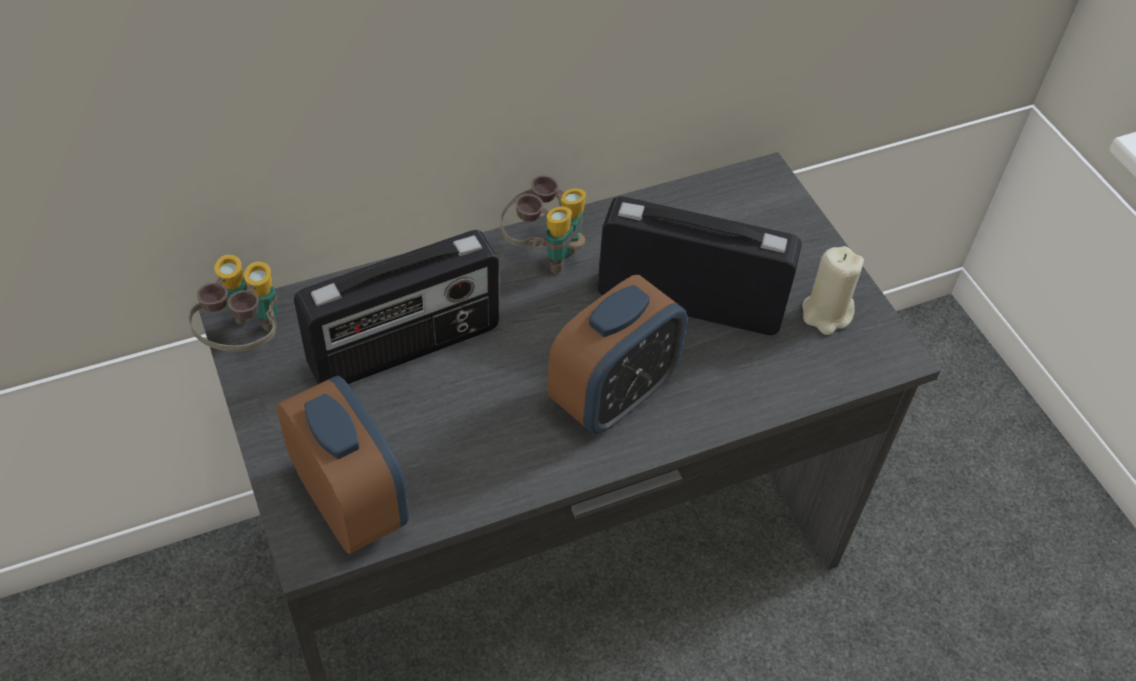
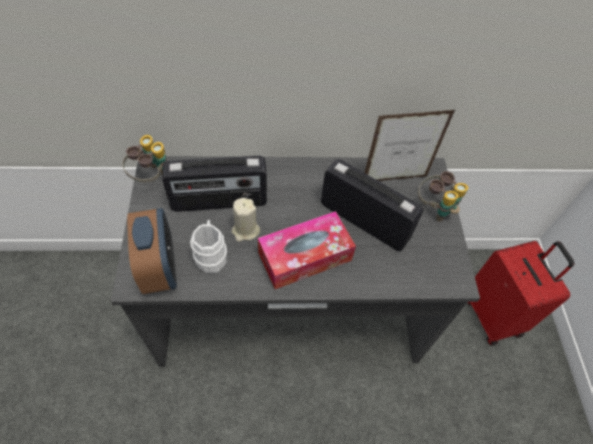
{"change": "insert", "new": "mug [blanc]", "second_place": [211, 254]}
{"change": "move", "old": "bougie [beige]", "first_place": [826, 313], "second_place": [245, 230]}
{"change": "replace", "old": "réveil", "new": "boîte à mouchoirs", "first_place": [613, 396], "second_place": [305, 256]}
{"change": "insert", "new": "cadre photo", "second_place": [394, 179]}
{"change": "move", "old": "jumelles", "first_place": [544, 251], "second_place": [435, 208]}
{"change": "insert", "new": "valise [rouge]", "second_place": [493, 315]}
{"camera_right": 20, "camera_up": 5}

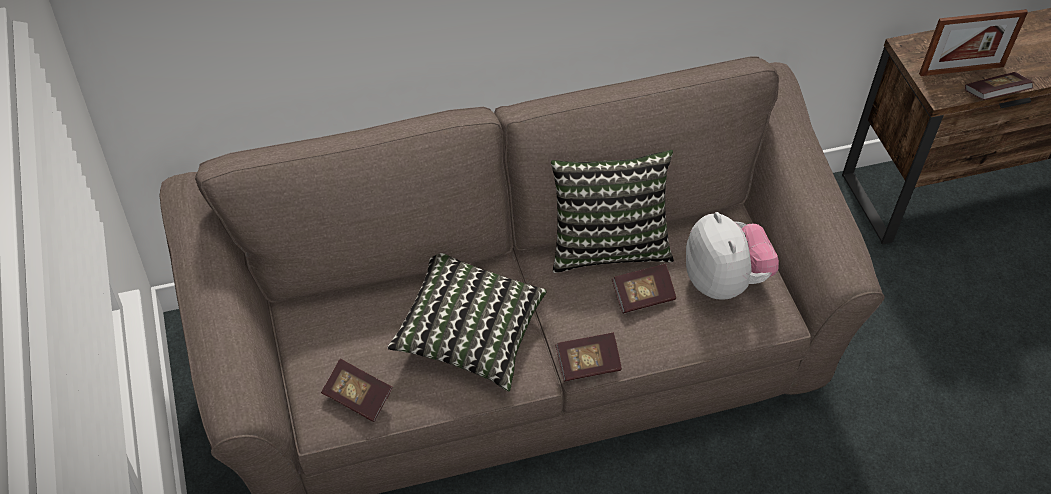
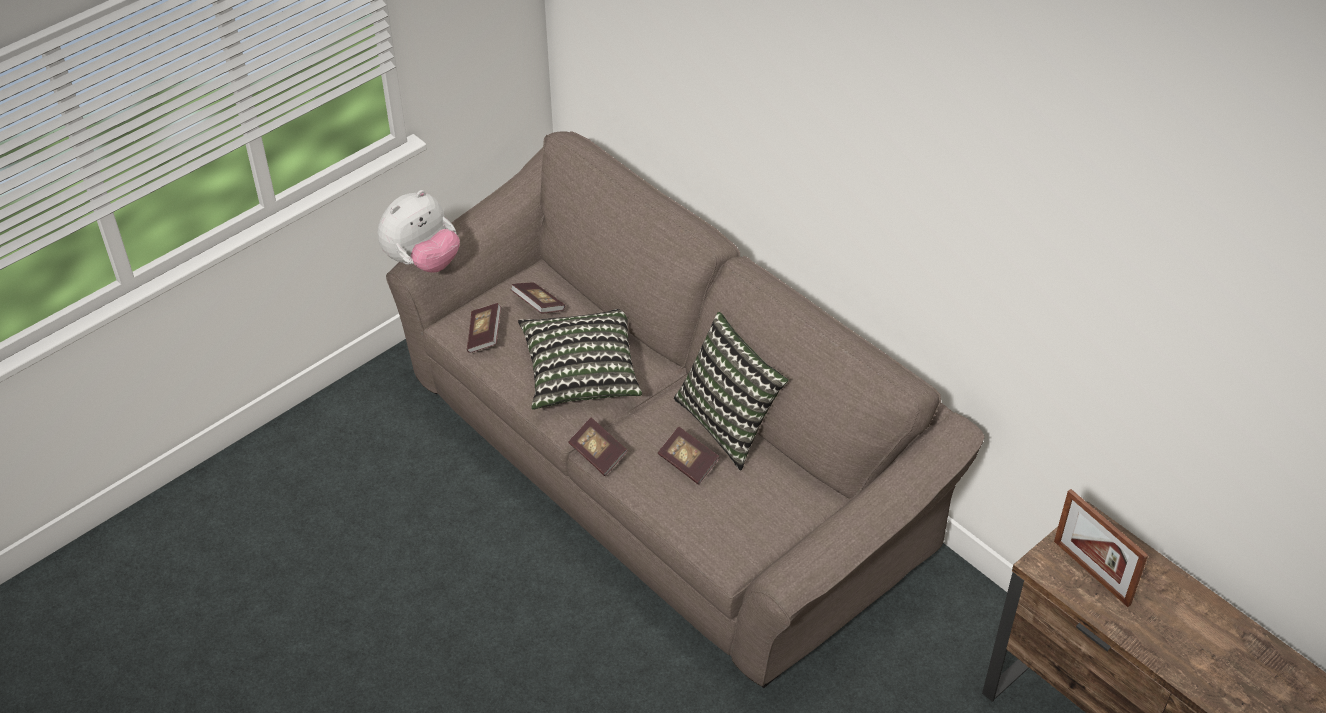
{"change": "move", "old": "peluche", "first_place": [724, 281], "second_place": [422, 261]}
{"change": "move", "old": "livre", "first_place": [995, 95], "second_place": [538, 305]}
{"camera_right": 65, "camera_up": -5}

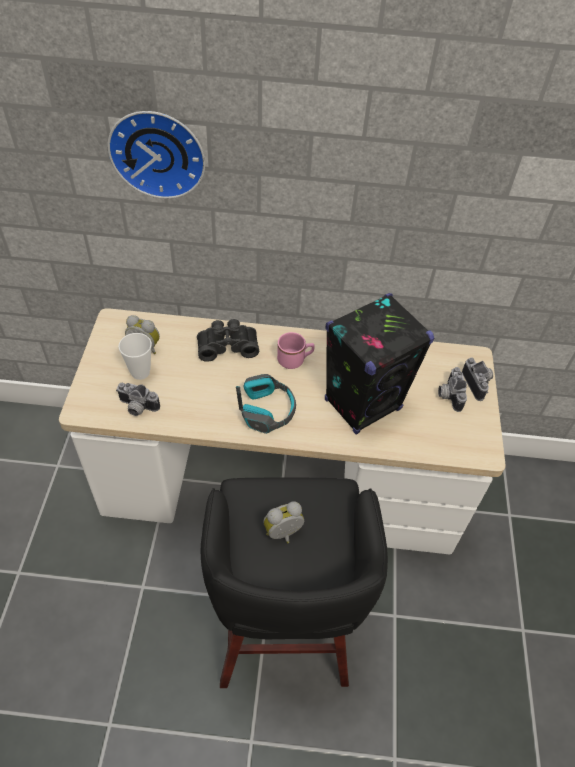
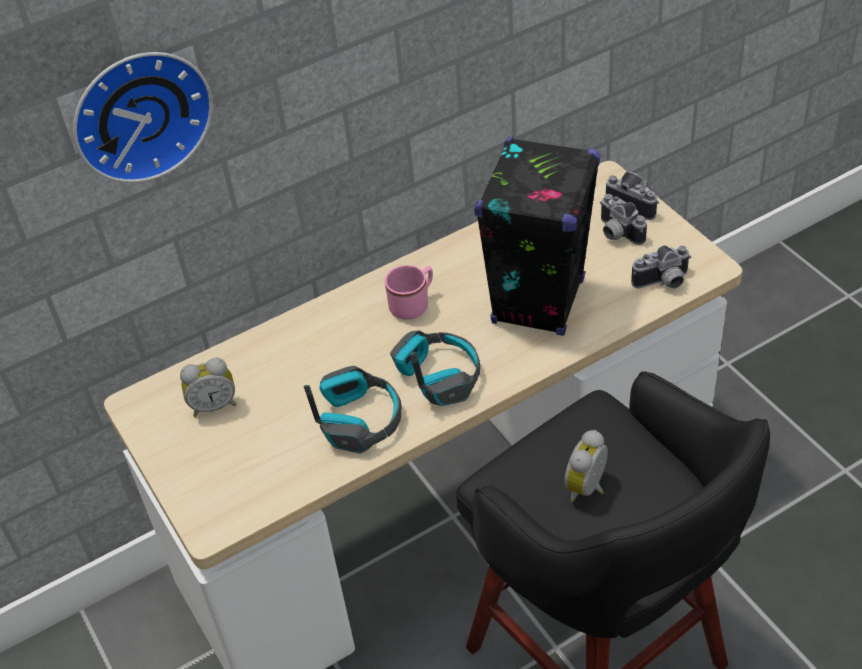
{"change": "insert", "new": "casque audio", "second_place": [359, 419]}
{"change": "move", "old": "appareil photo", "first_place": [137, 408], "second_place": [663, 283]}
{"change": "delete", "old": "tasse", "first_place": [140, 372]}
{"change": "delete", "old": "jumelles [noir]", "first_place": [227, 345]}
{"camera_right": -30, "camera_up": -5}

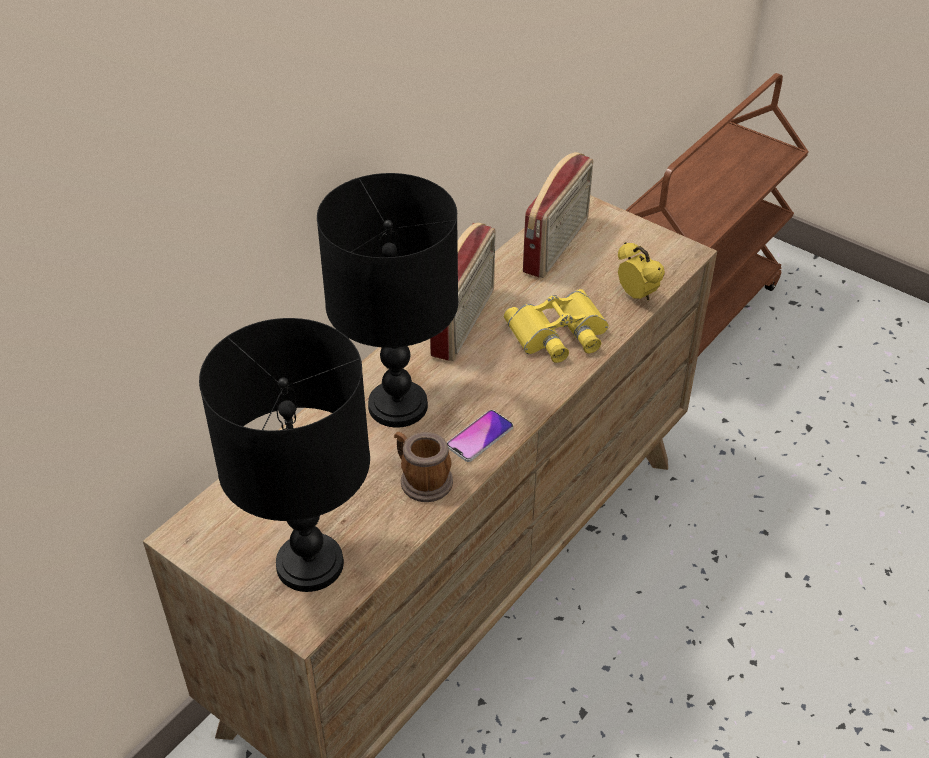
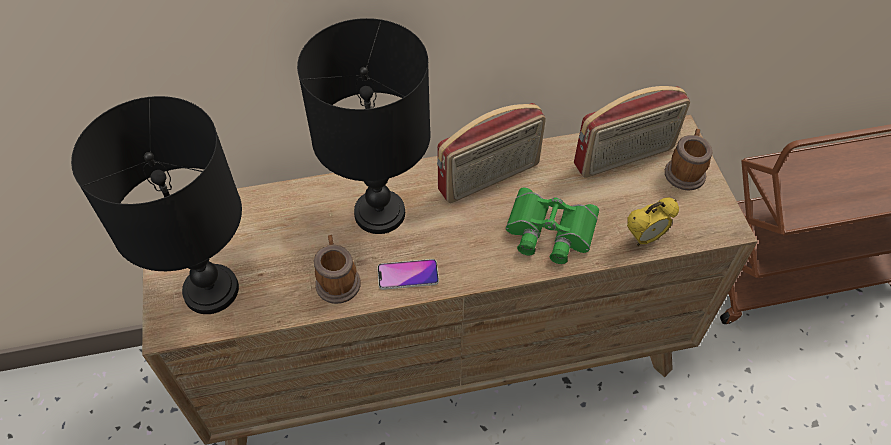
{"change": "recolor", "old": "jumelles [jaune]", "new": "jumelles [vert]", "first_place": [559, 334], "second_place": [549, 232]}
{"change": "rotate", "old": "réveil", "first_place": [636, 295], "second_place": [644, 238], "degrees": 60}
{"change": "insert", "new": "mug", "second_place": [685, 171]}
{"camera_right": 40, "camera_up": 10}

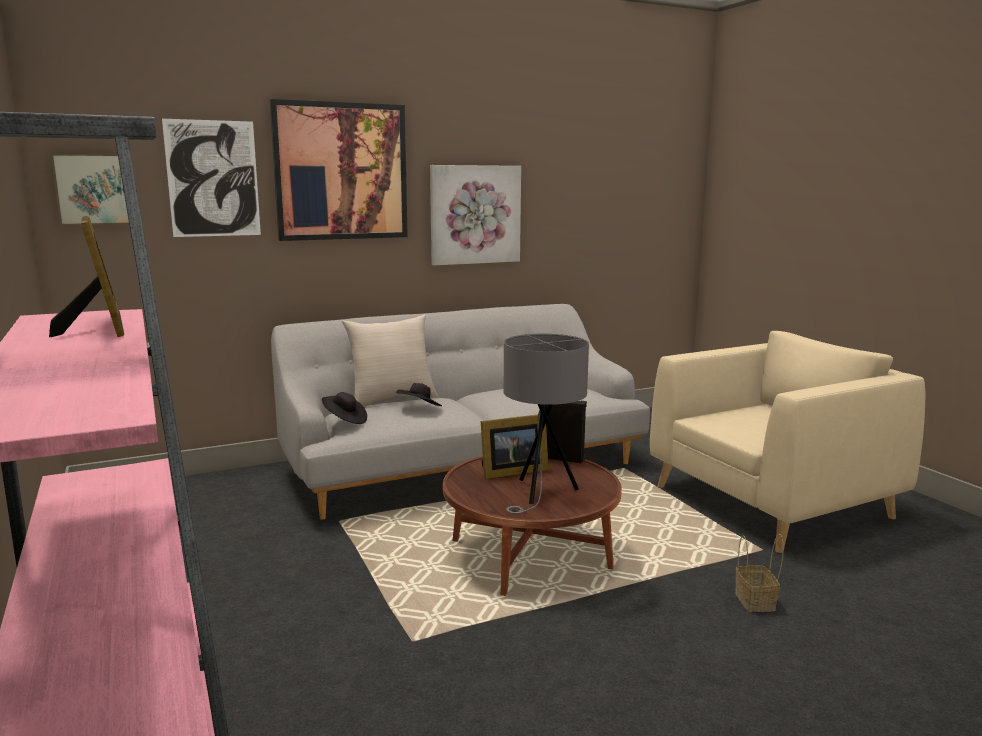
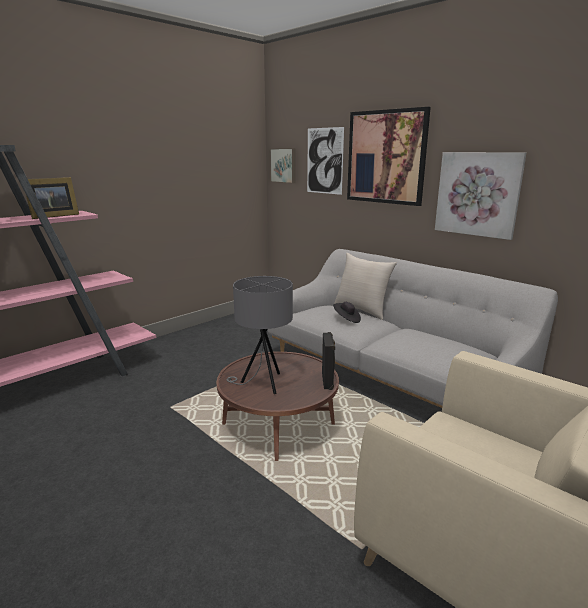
{"change": "delete", "old": "chapeau [noir]", "first_place": [345, 420]}
{"change": "delete", "old": "cadre photo", "first_place": [511, 472]}
{"change": "delete", "old": "panier", "first_place": [756, 602]}
{"camera_right": 70, "camera_up": 5}

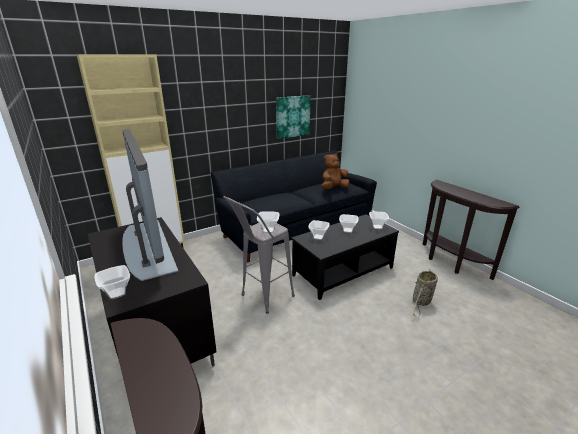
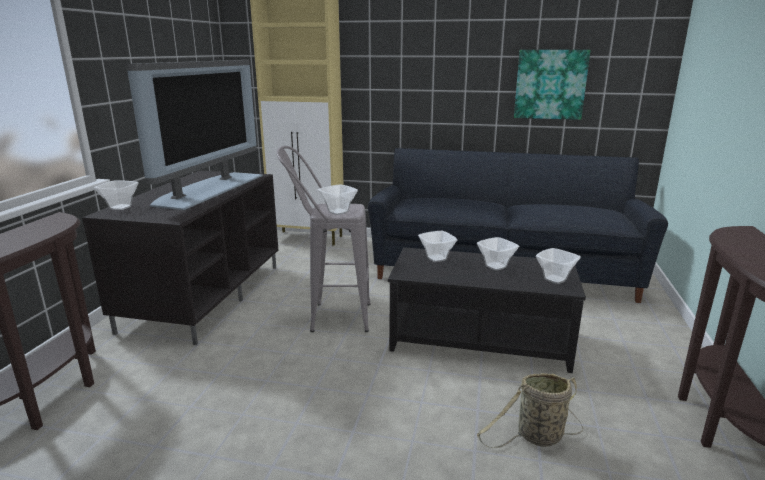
{"change": "delete", "old": "peluche [marron]", "first_place": [333, 188]}
{"camera_right": 45, "camera_up": -5}

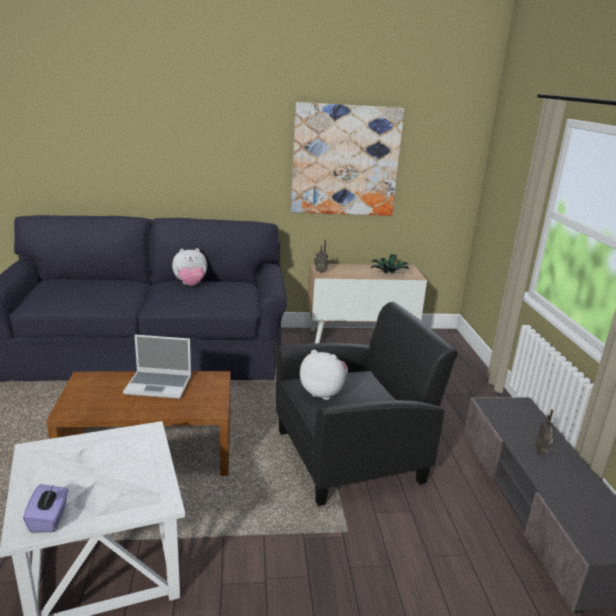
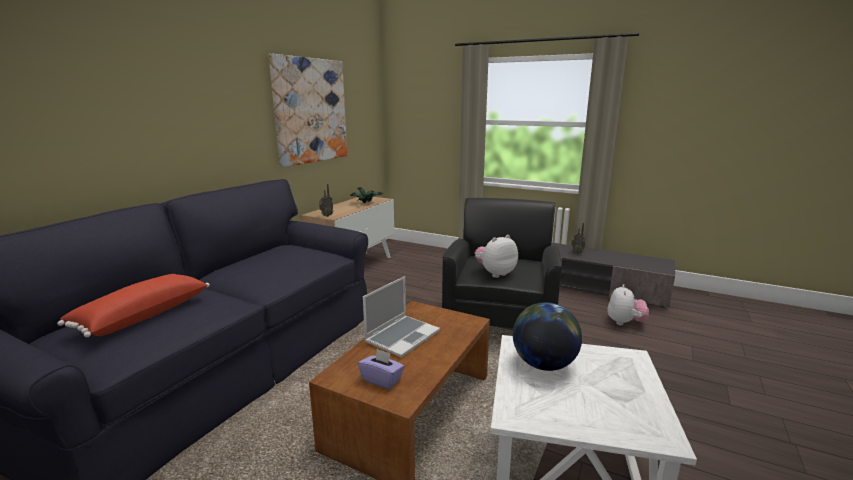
{"change": "insert", "new": "coussin [rouge]", "second_place": [142, 315]}
{"change": "move", "old": "boîte à mouchoirs [violet]", "first_place": [49, 519], "second_place": [382, 380]}
{"change": "insert", "new": "globe", "second_place": [543, 364]}
{"change": "move", "old": "peluche", "first_place": [190, 285], "second_place": [625, 322]}
{"camera_right": -55, "camera_up": -5}

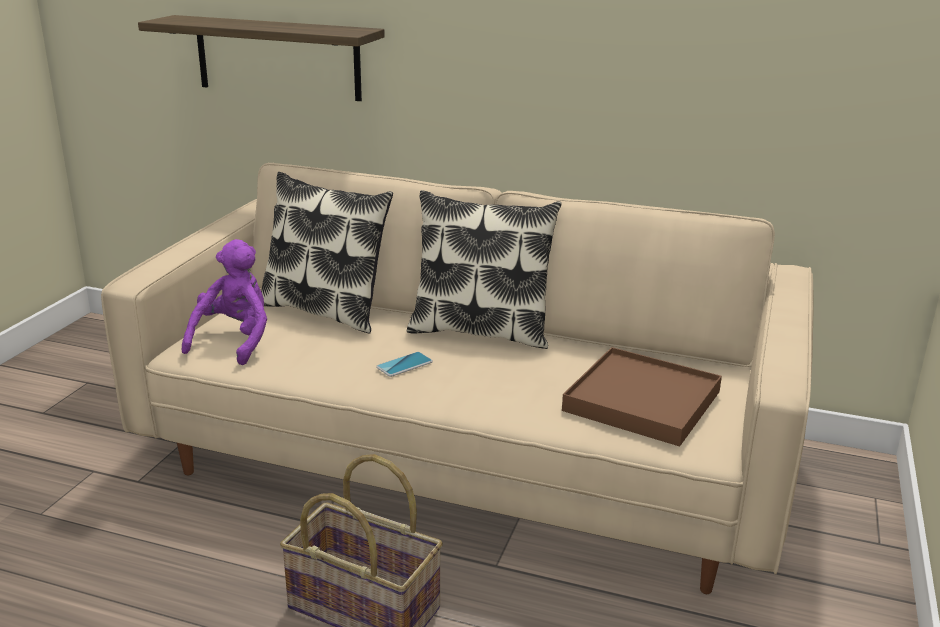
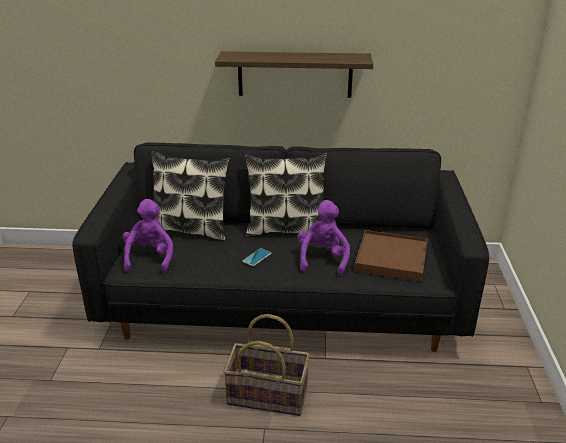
{"change": "recolor", "old": "canapé [beige]", "new": "canapé [noir]", "first_place": [467, 459], "second_place": [283, 300]}
{"change": "move", "old": "étagère", "first_place": [277, 58], "second_place": [295, 74]}
{"change": "insert", "new": "peluche [violet]", "second_place": [323, 259]}
{"camera_right": -15, "camera_up": 5}

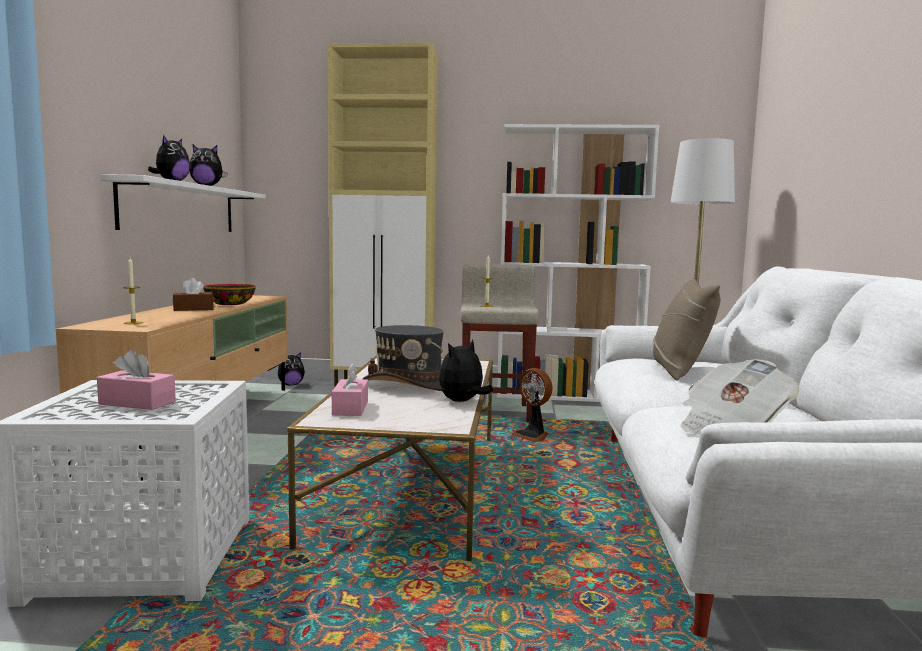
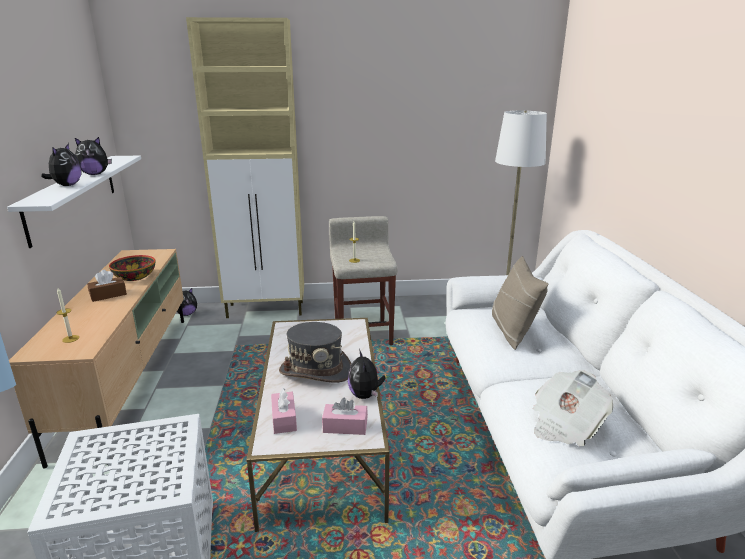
{"change": "move", "old": "boîte à mouchoirs [rose]", "first_place": [137, 403], "second_place": [345, 426]}
{"change": "rotate", "old": "peluche", "first_place": [462, 402], "second_place": [365, 395], "degrees": -45}
{"change": "delete", "old": "bibliothèque [blanc]", "first_place": [568, 395]}
{"change": "delete", "old": "ventilateur", "first_place": [532, 436]}
{"camera_right": -10, "camera_up": 15}

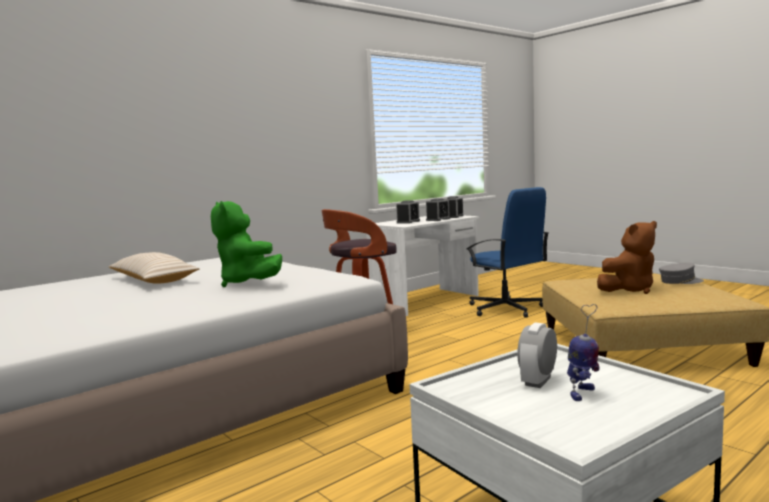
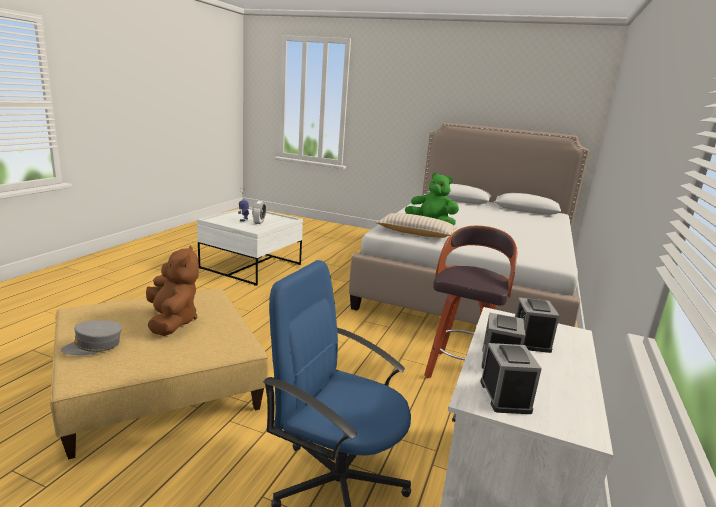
{"change": "rotate", "old": "peluche [marron]", "first_place": [629, 290], "second_place": [172, 322], "degrees": 120}
{"change": "move", "old": "coussin [beige]", "first_place": [153, 280], "second_place": [415, 233]}
{"camera_right": 150, "camera_up": 10}

